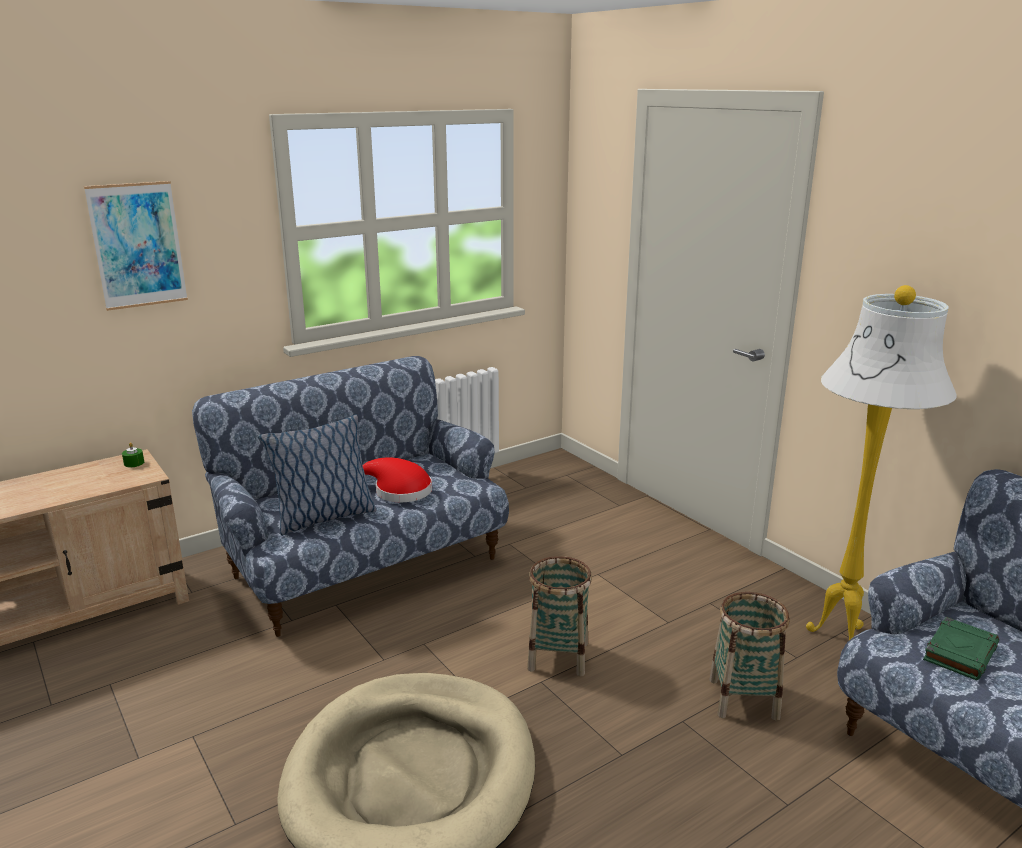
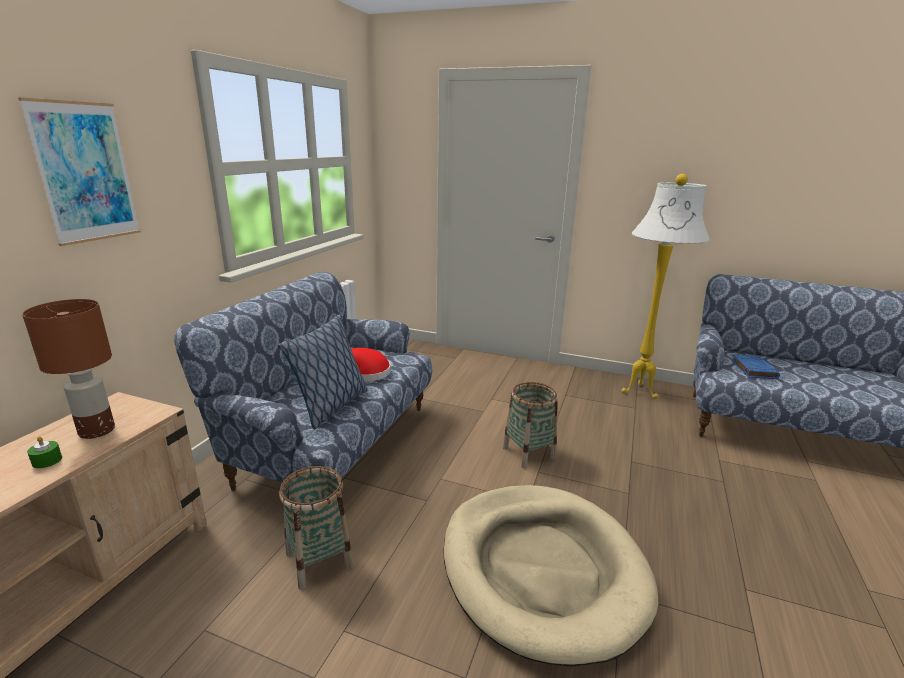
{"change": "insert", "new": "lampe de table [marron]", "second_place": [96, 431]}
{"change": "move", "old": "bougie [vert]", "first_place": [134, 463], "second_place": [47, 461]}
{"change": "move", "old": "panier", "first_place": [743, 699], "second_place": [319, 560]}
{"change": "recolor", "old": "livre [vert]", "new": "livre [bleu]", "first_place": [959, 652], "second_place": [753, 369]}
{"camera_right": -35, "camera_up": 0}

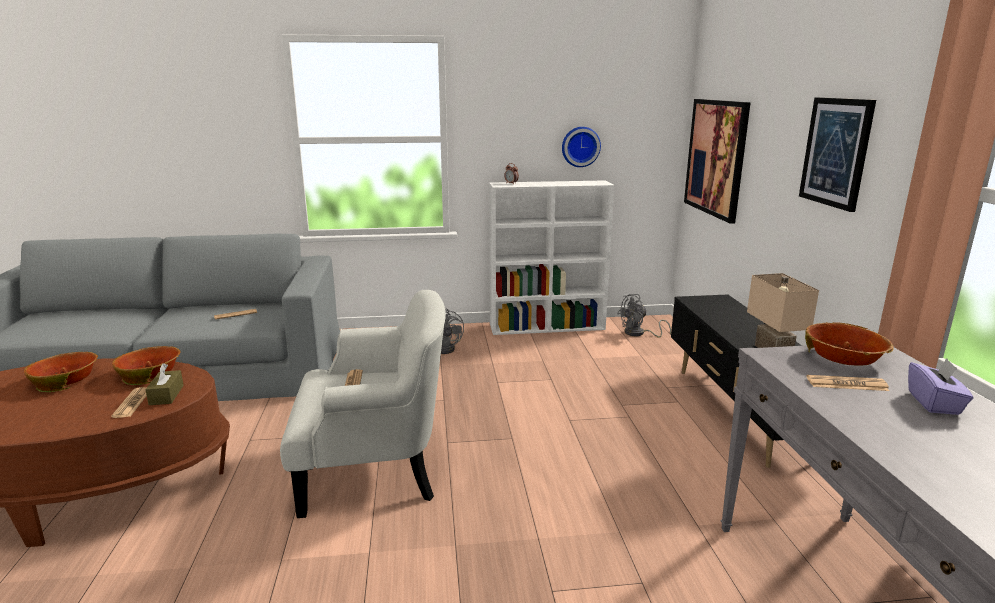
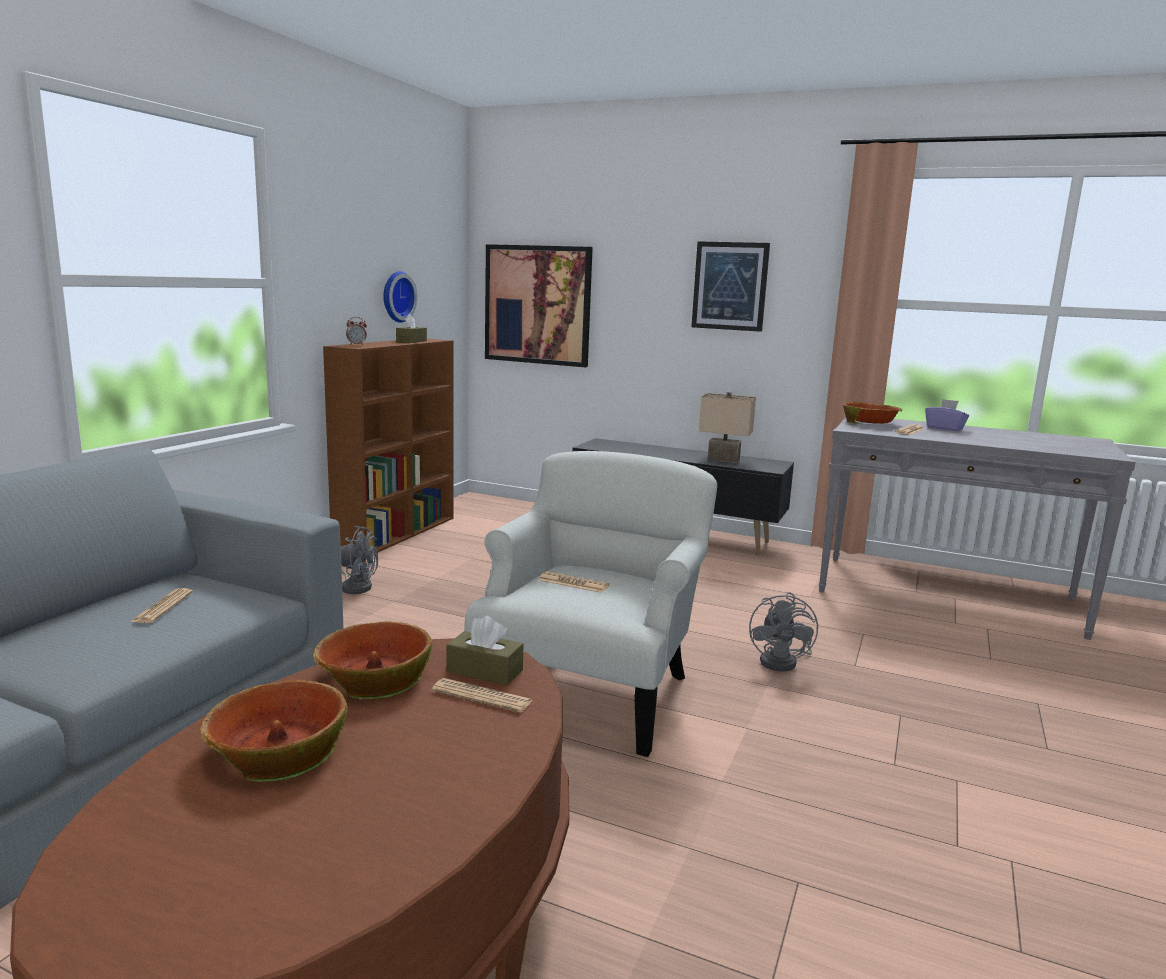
{"change": "recolor", "old": "bibliothèque [blanc]", "new": "bibliothèque [marron]", "first_place": [548, 326], "second_place": [397, 533]}
{"change": "insert", "new": "boîte à mouchoirs [marron]", "second_place": [411, 341]}
{"change": "move", "old": "ventilateur [gris]", "first_place": [638, 333], "second_place": [783, 662]}
{"camera_right": -60, "camera_up": -5}

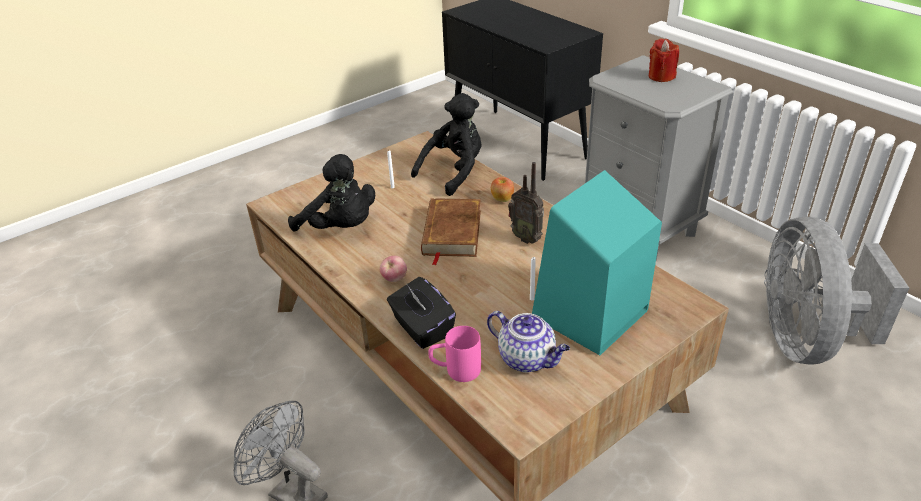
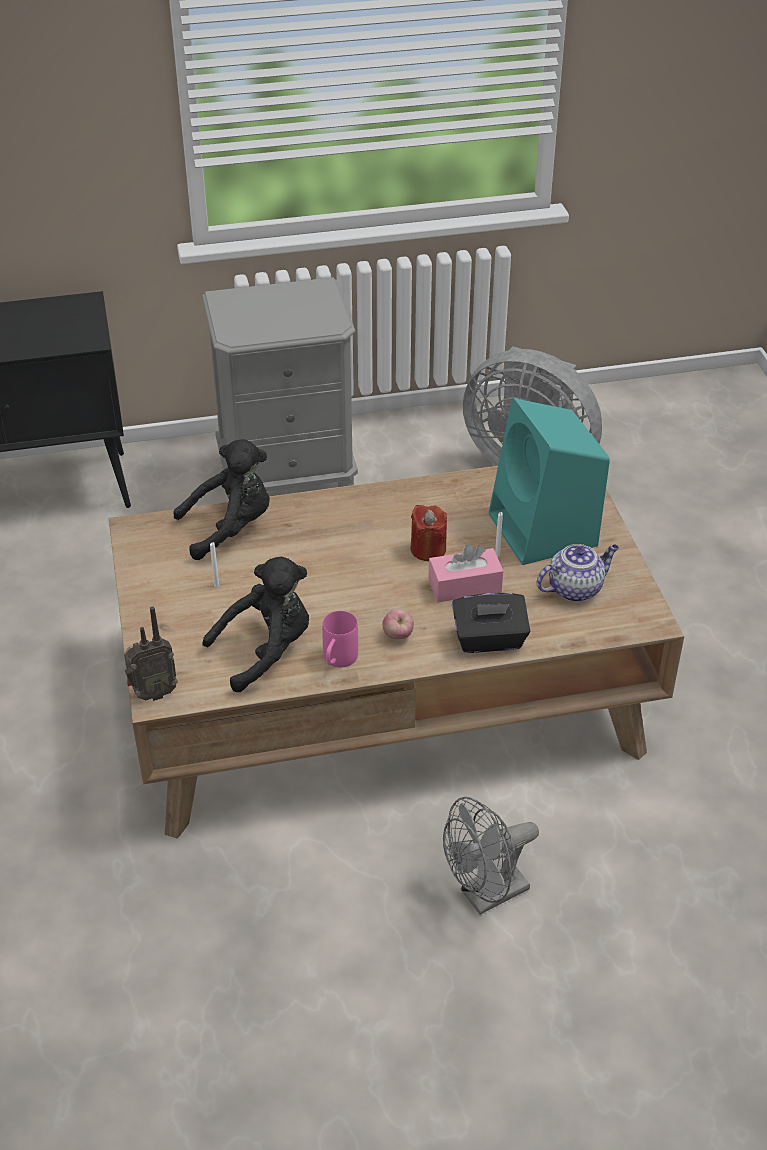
{"change": "move", "old": "radio", "first_place": [527, 238], "second_place": [152, 693]}
{"change": "rotate", "old": "peluche [noir]", "first_place": [454, 172], "second_place": [230, 528], "degrees": 90}
{"change": "move", "old": "mug [rose]", "first_place": [455, 371], "second_place": [337, 661]}
{"change": "move", "old": "bougie [rouge]", "first_place": [661, 76], "second_place": [428, 549]}
{"change": "insert", "new": "boîte à mouchoirs [rose]", "second_place": [464, 586]}
{"change": "delete", "old": "livre [marron]", "first_place": [451, 232]}
{"change": "delete", "old": "pomme", "first_place": [502, 199]}
{"camera_right": -65, "camera_up": 5}

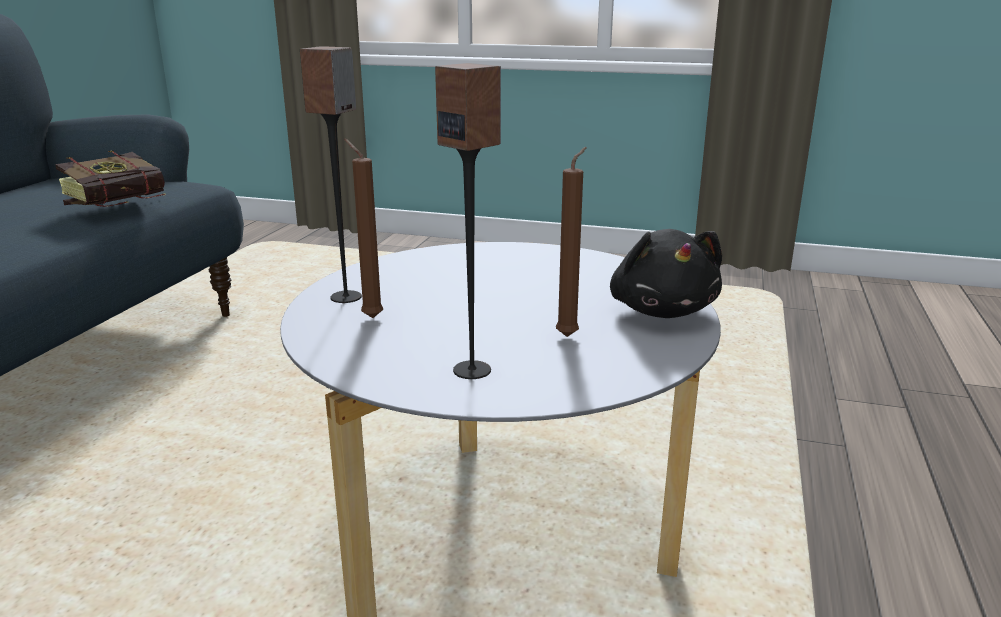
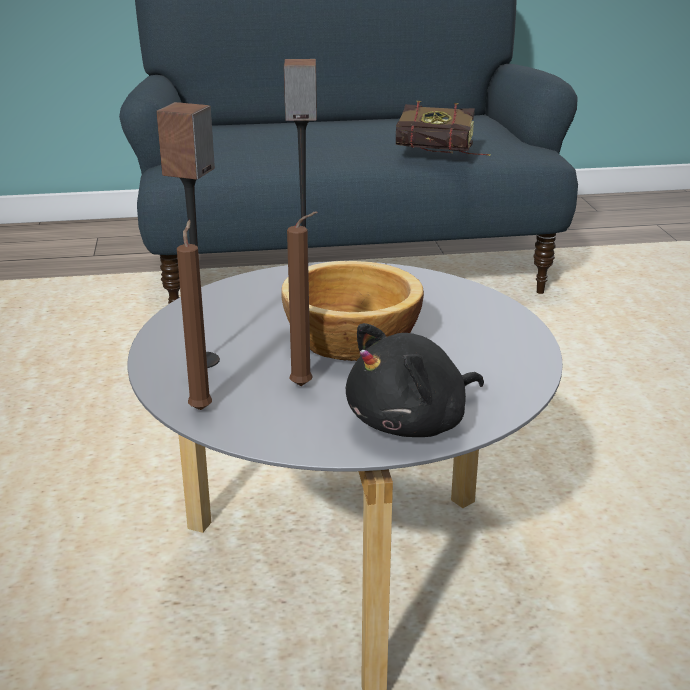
{"change": "move", "old": "bougie [marron]", "first_place": [369, 317], "second_place": [201, 407]}
{"change": "insert", "new": "bol", "second_place": [349, 342]}
{"camera_right": 65, "camera_up": 5}

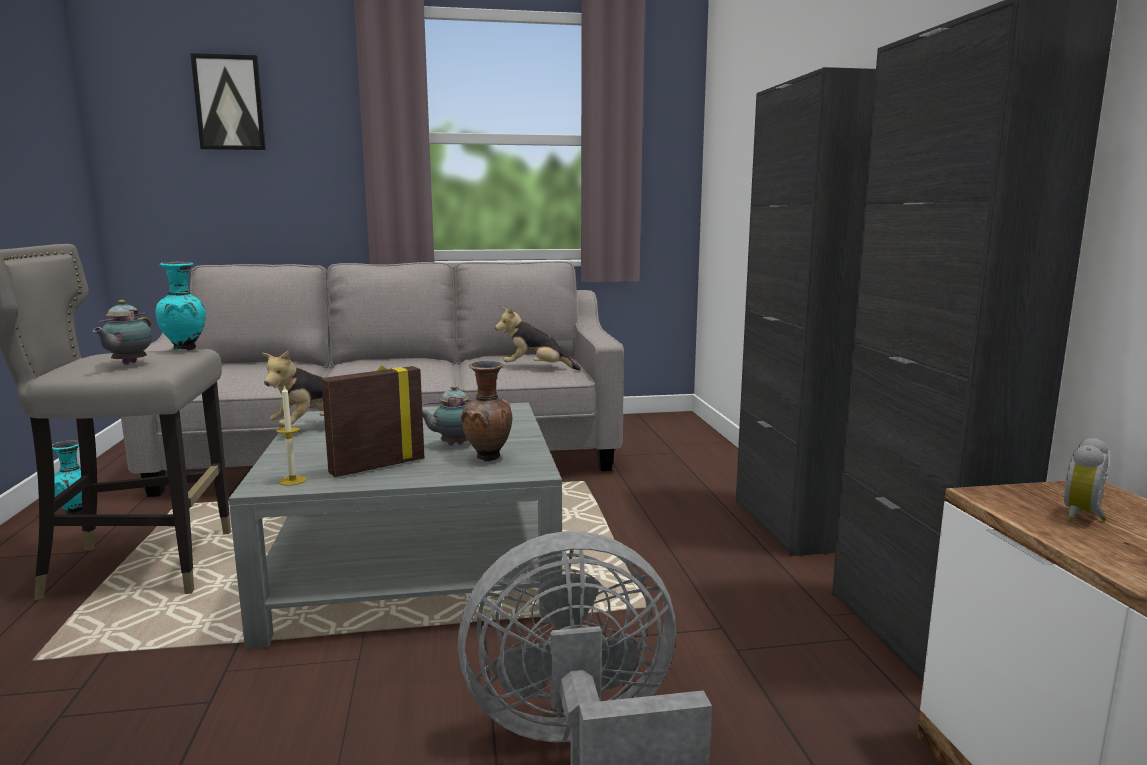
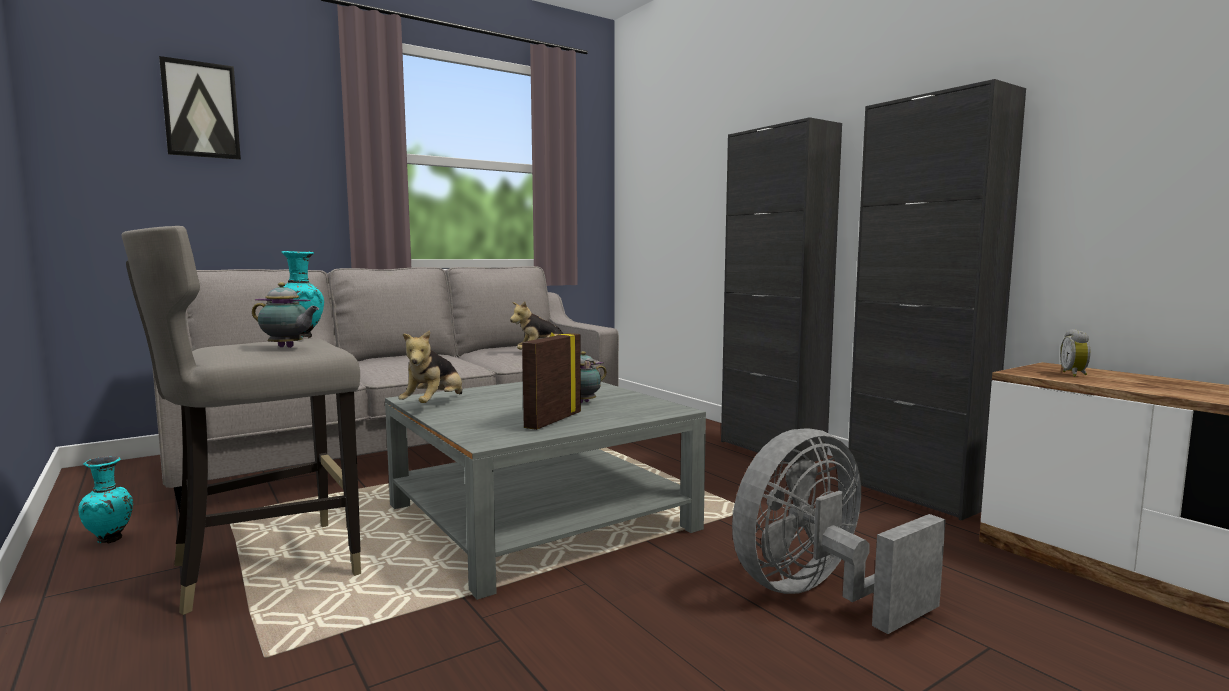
{"change": "rotate", "old": "théière", "first_place": [127, 364], "second_place": [287, 347], "degrees": -60}
{"change": "delete", "old": "bougie", "first_place": [292, 480]}
{"change": "delete", "old": "vase [marron]", "first_place": [488, 458]}
{"camera_right": -25, "camera_up": -5}

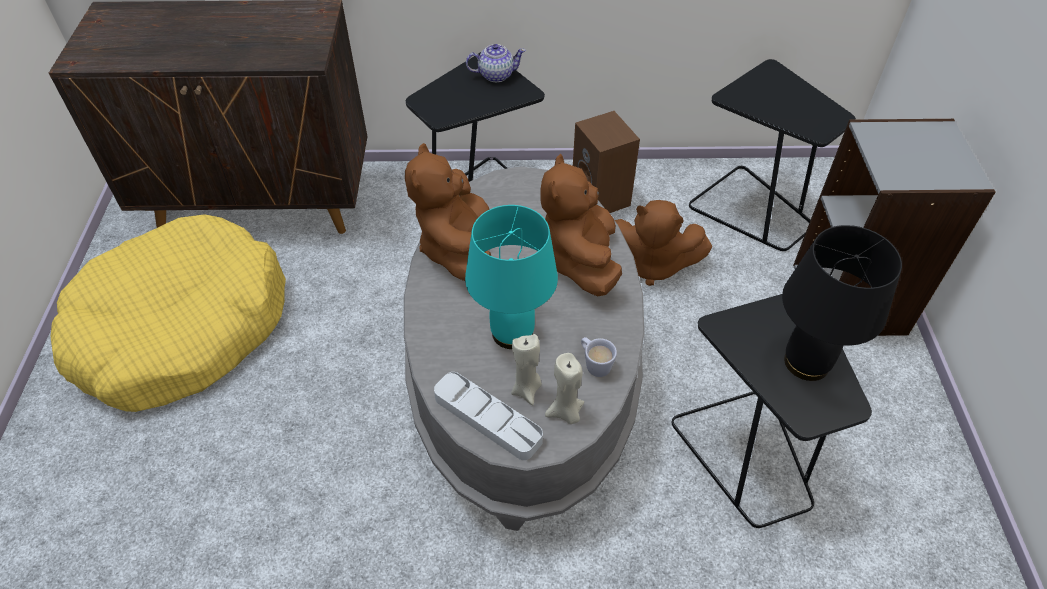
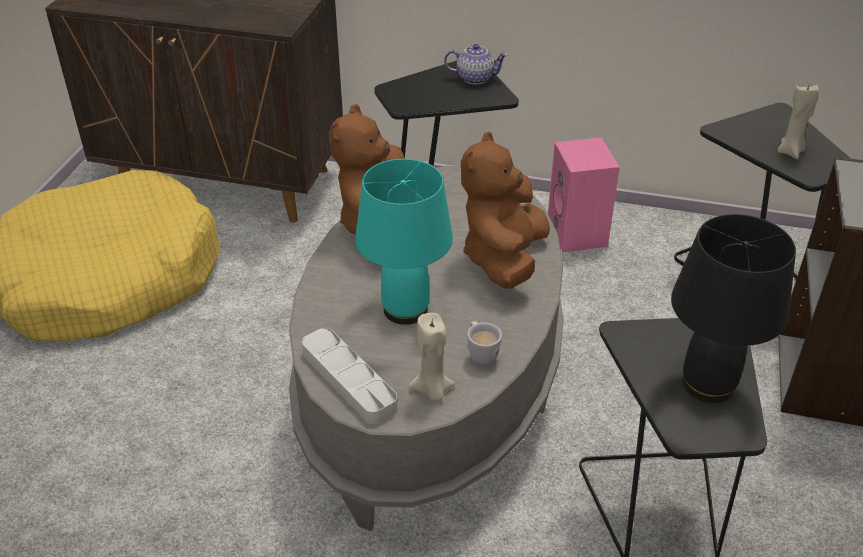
{"change": "recolor", "old": "enceinte [marron]", "new": "enceinte [rose]", "first_place": [602, 198], "second_place": [578, 234]}
{"change": "move", "old": "bougie [beige]", "first_place": [526, 389], "second_place": [791, 151]}
{"change": "delete", "old": "peluche [marron]", "first_place": [652, 264]}
{"camera_right": 15, "camera_up": -10}

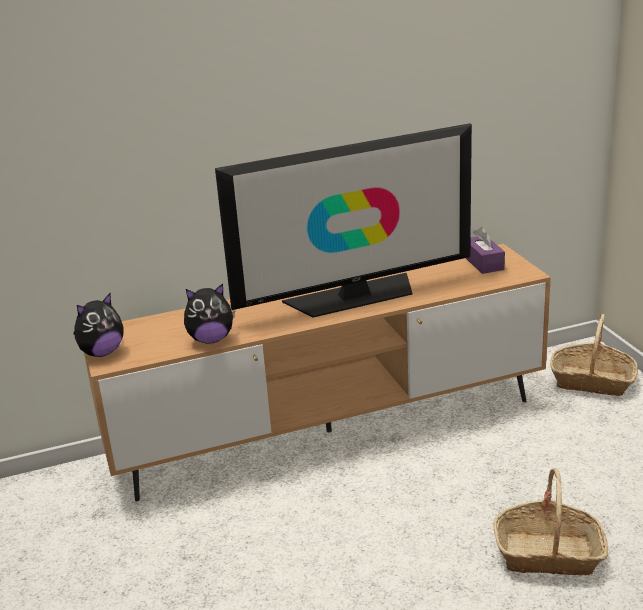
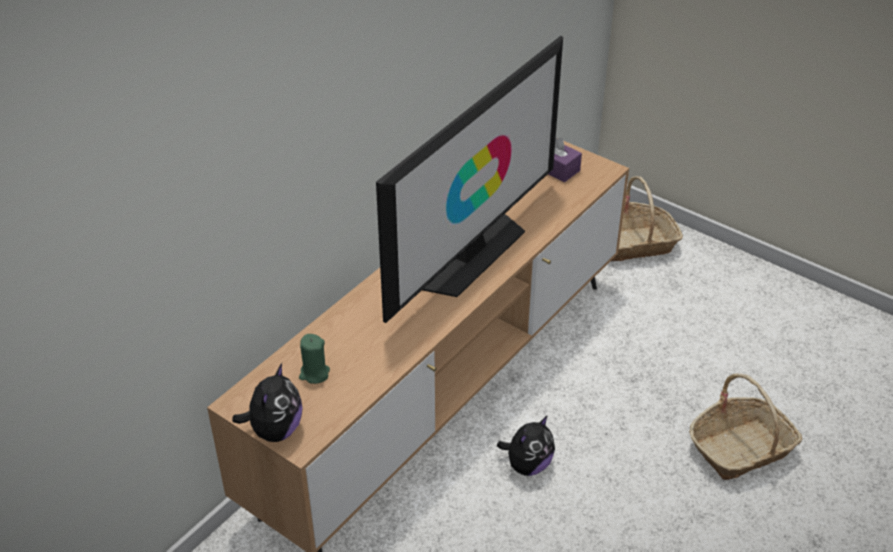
{"change": "insert", "new": "bougie [vert]", "second_place": [314, 373]}
{"change": "move", "old": "peluche", "first_place": [211, 339], "second_place": [527, 465]}
{"camera_right": -35, "camera_up": 15}

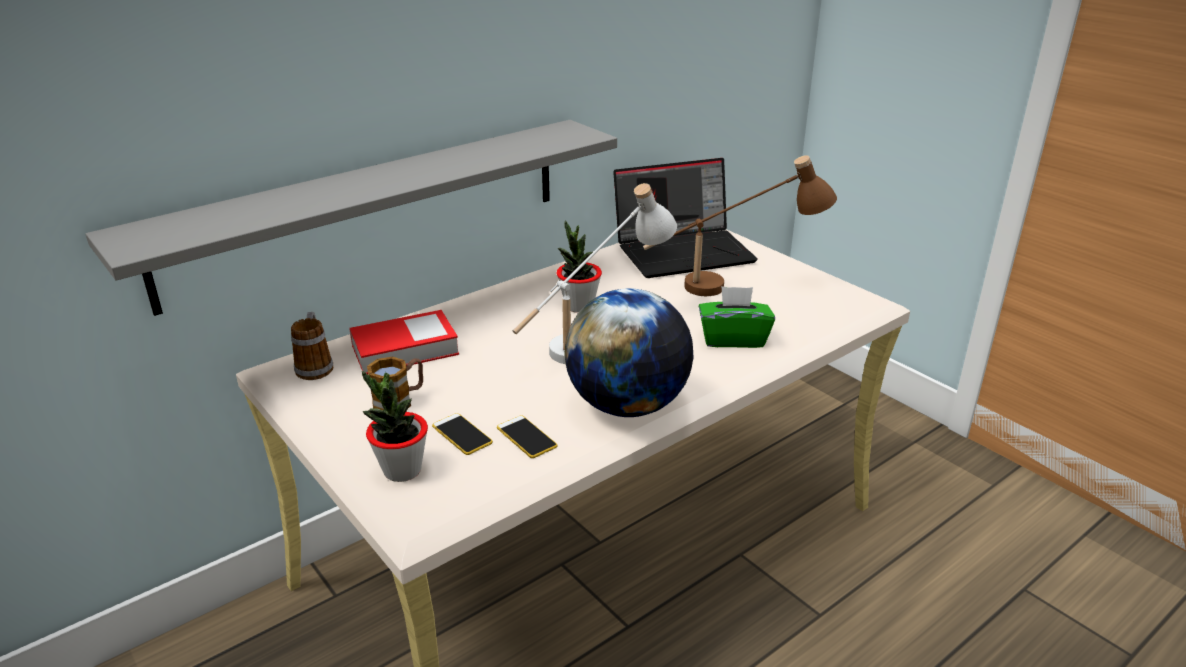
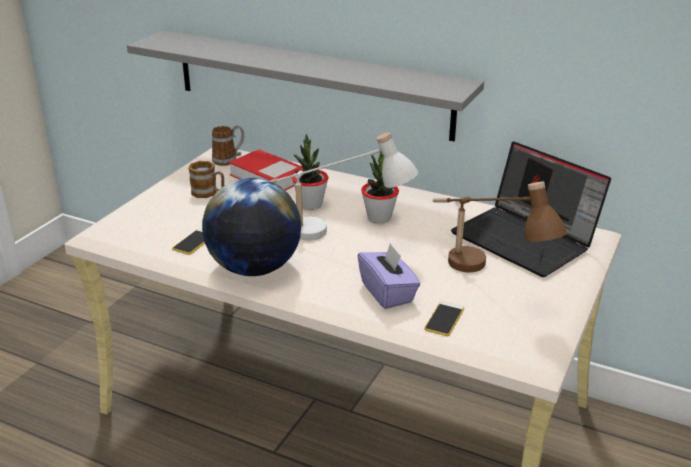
{"change": "move", "old": "plante en pot", "first_place": [402, 470], "second_place": [310, 204]}
{"change": "recolor", "old": "boîte à mouchoirs [vert]", "new": "boîte à mouchoirs [violet]", "first_place": [733, 339], "second_place": [388, 293]}
{"change": "move", "old": "téléphone", "first_place": [462, 434], "second_place": [444, 319]}
{"camera_right": 65, "camera_up": 0}

